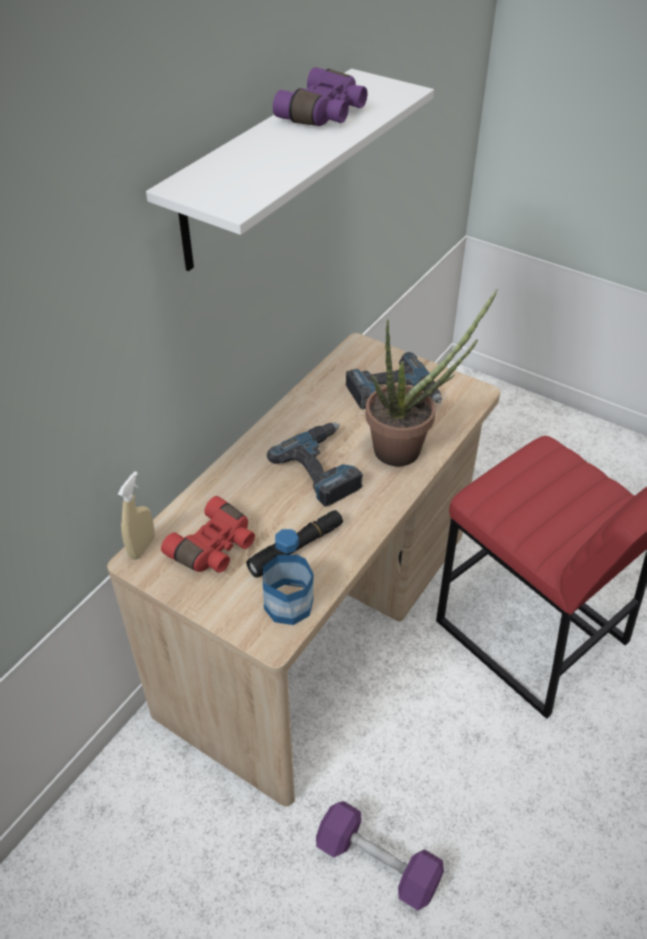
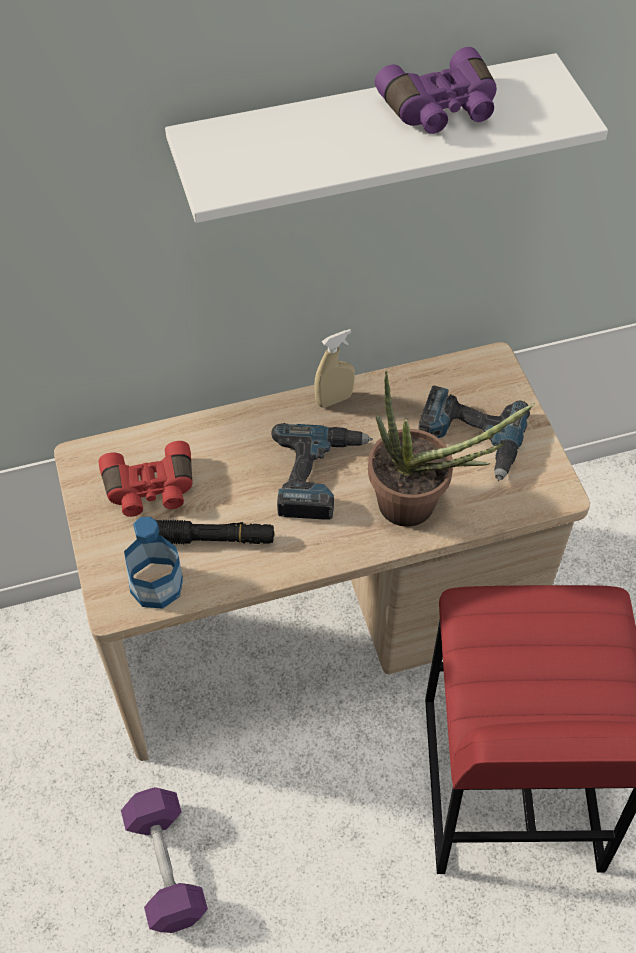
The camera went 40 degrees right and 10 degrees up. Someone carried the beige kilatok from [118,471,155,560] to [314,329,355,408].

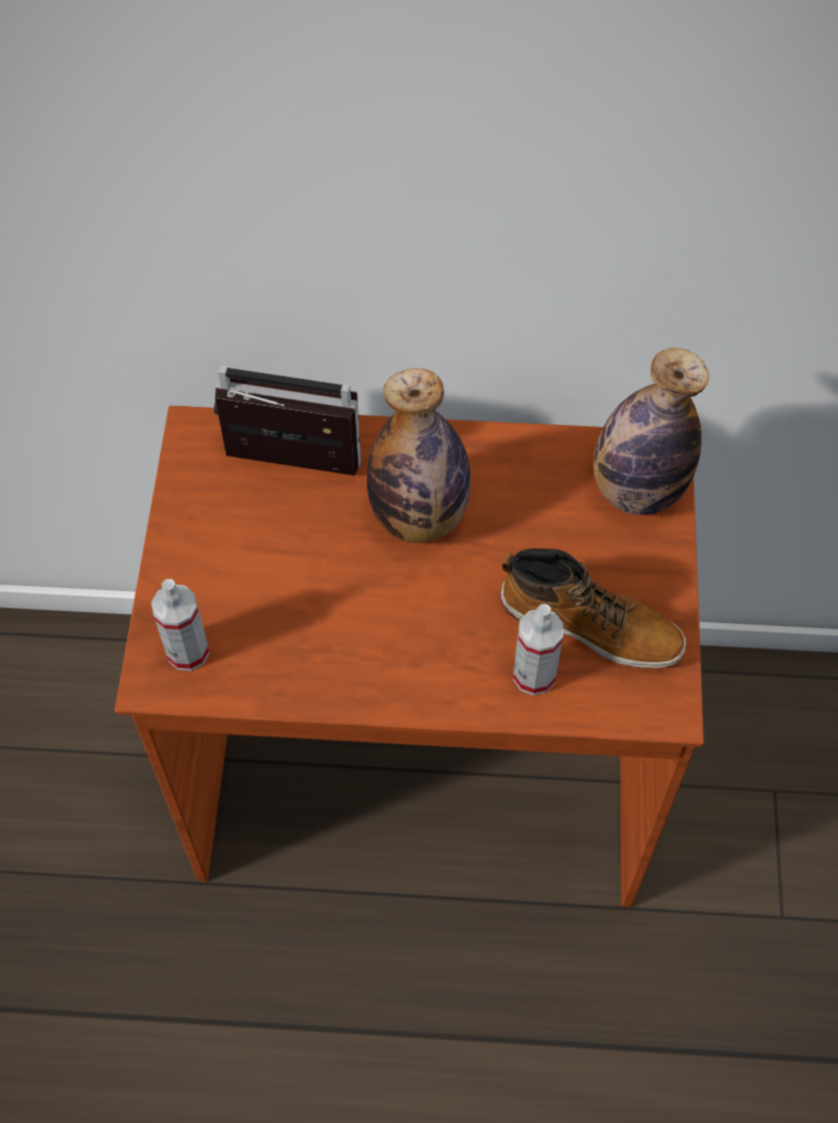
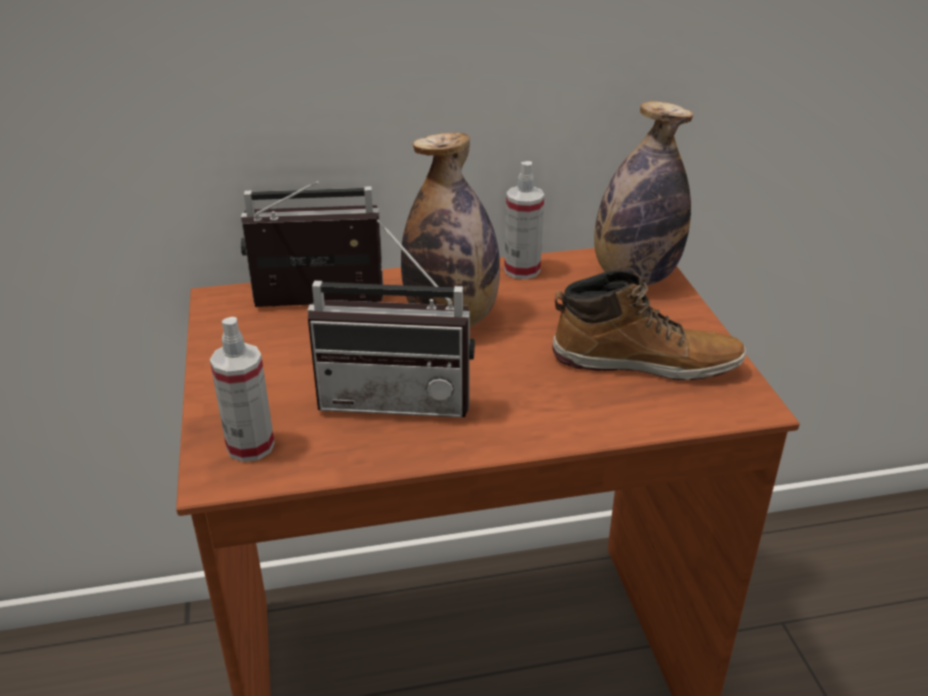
The camera went 15 degrees left and 25 degrees down. Someone carried the kilatok from [513,604,564,696] to [504,161,544,279]. Someone put down the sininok at [307,219,475,417].

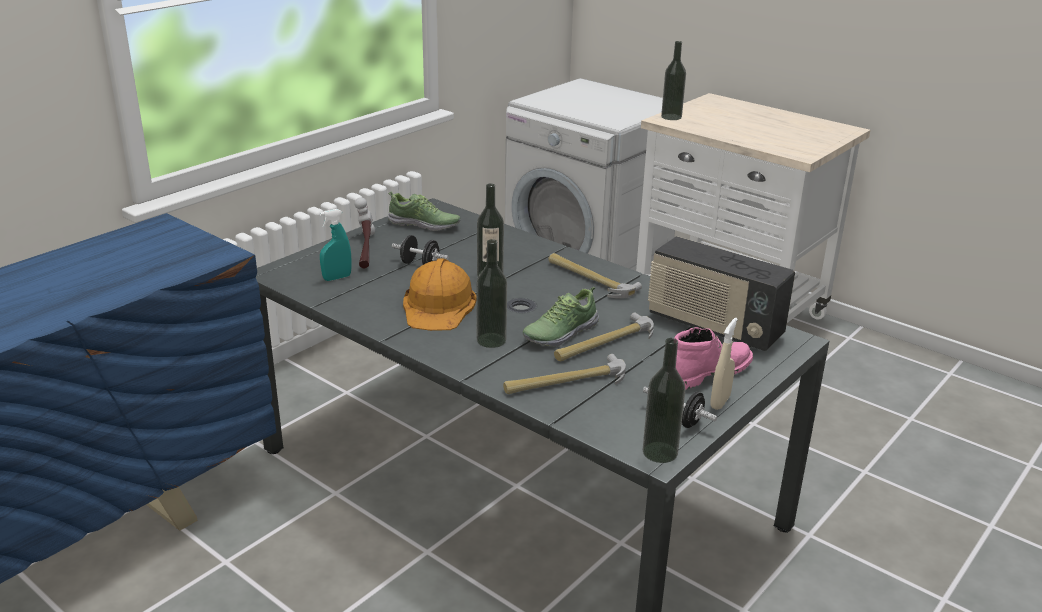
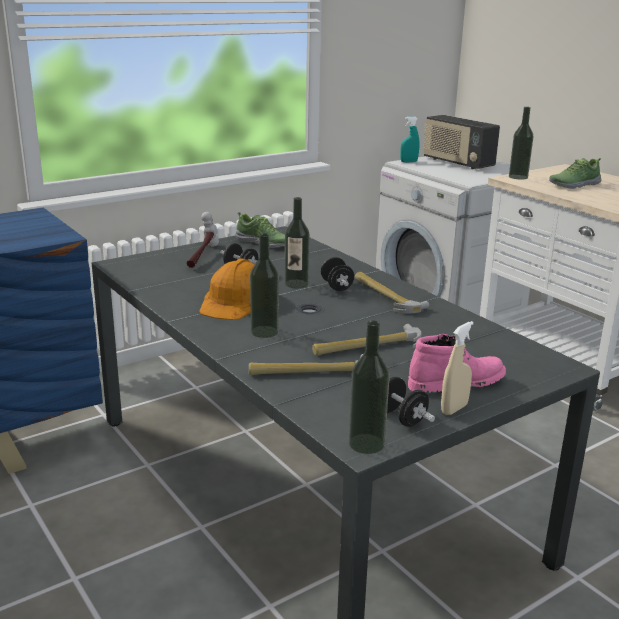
The camera went 15 degrees right and 5 degrees down. Someone carried the turquoise kilatok from [320,209,352,281] to [400,116,420,162]. Someone carried the sininok from [648,236,795,351] to [423,115,500,169]. Someone carried the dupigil from [523,287,599,347] to [549,158,602,189]. Someone put down the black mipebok at [321,257,354,291].

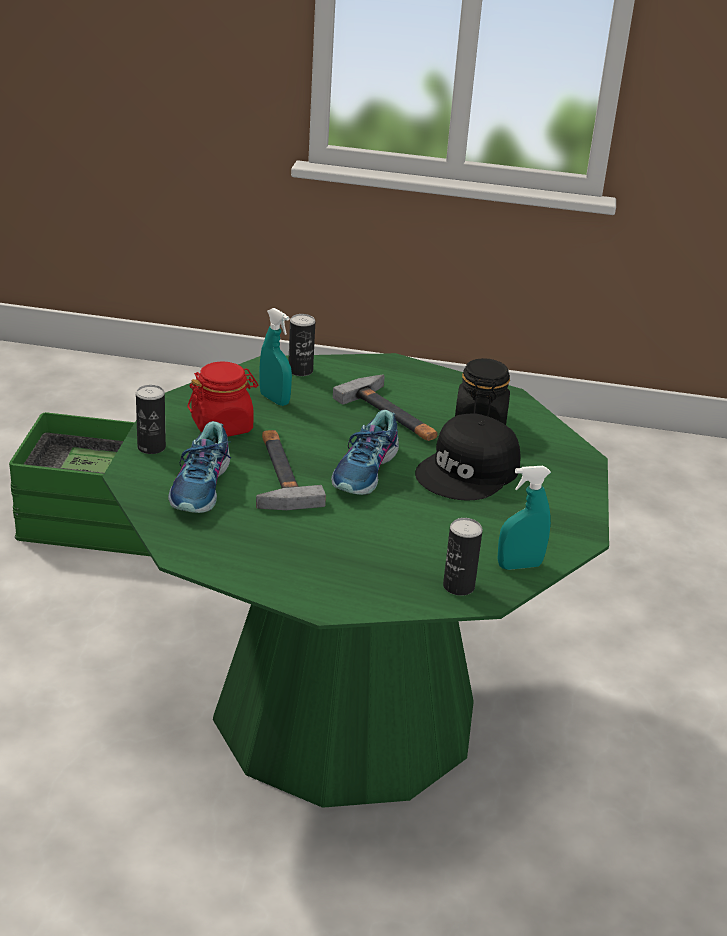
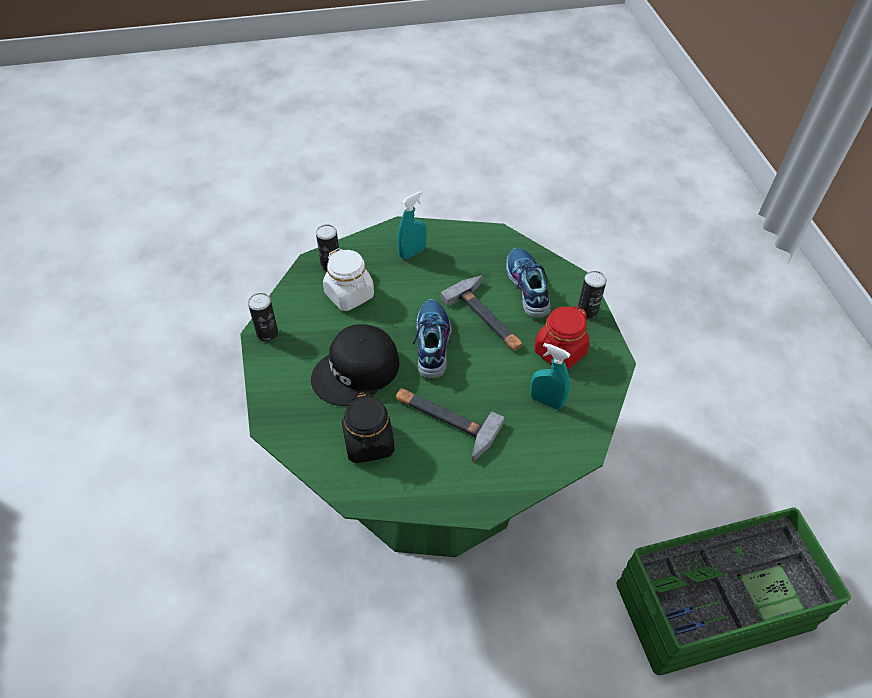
The camera went 160 degrees right and 20 degrees up. Someone carried the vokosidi from [289,314,315,376] to [248,293,278,341]. Someone rotated the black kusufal at [415,414,520,500] by 150 degrees counterclockwise. Someone carried the turquoise kilatok from [497,466,551,570] to [397,191,427,259]. Someone put down the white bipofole at [323,248,374,311].

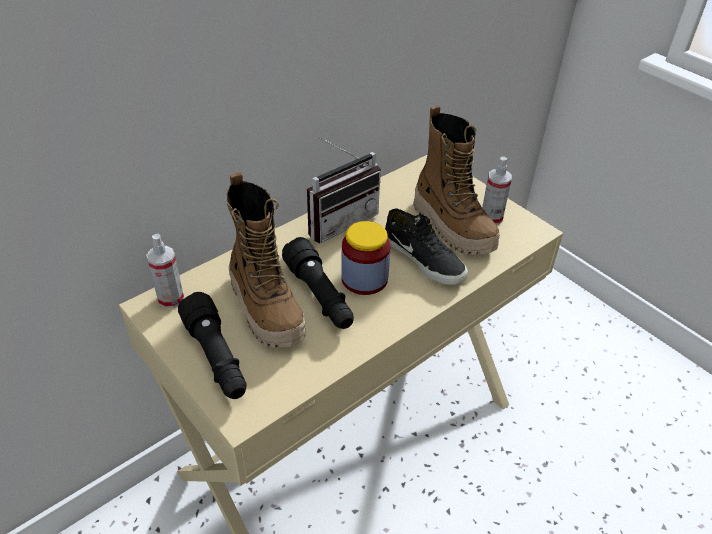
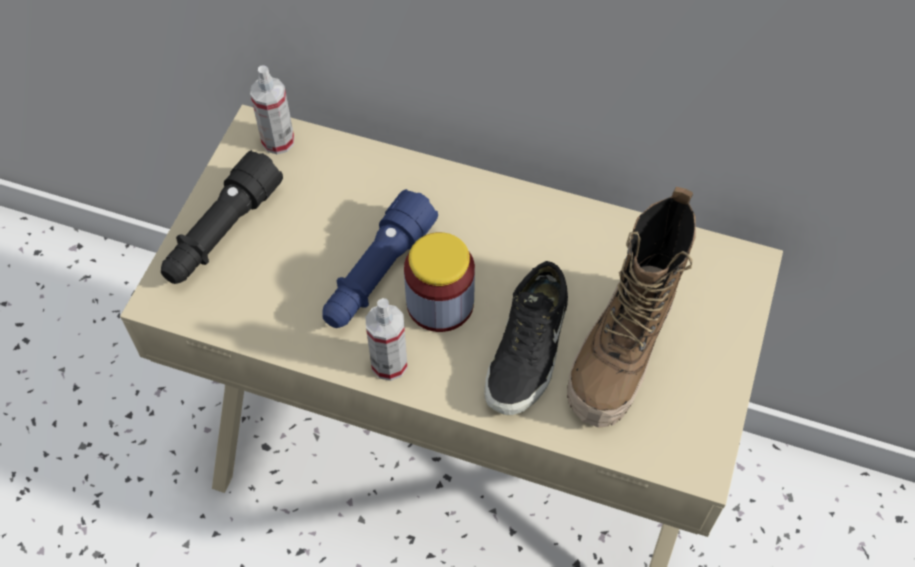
The camera went 60 degrees right and 15 degrees up. Someone took away the sininok at [307,137,381,243]. Someone carried the kilatok from [482,156,512,225] to [366,298,408,381]. Someone took away the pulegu at [226,172,305,348]. Someone repainted the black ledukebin at [282,237,354,329], which became the blue ledukebin at [322,189,438,328].

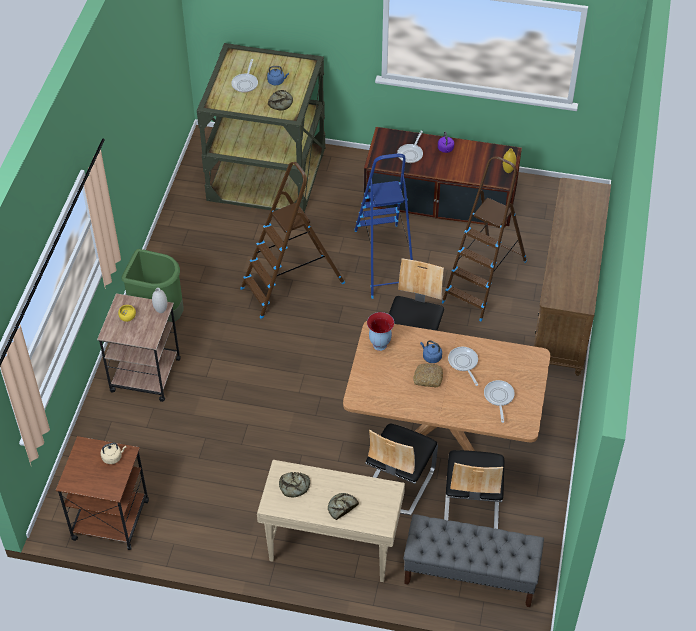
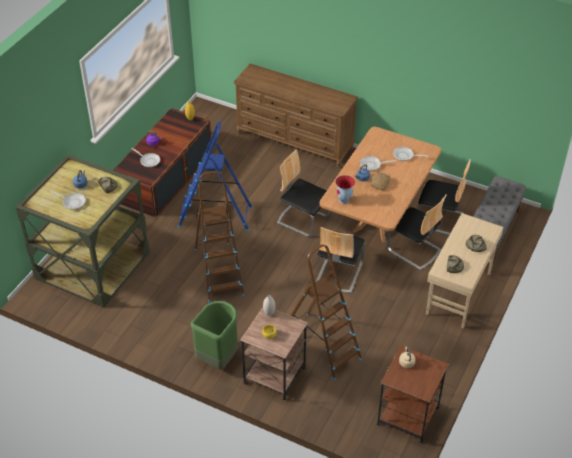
The camera went 75 degrees left and 5 degrees down. Someone carried the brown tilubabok from [442,156,527,322] to [290,244,362,381]. Someone put down the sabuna at [316,227,365,293].

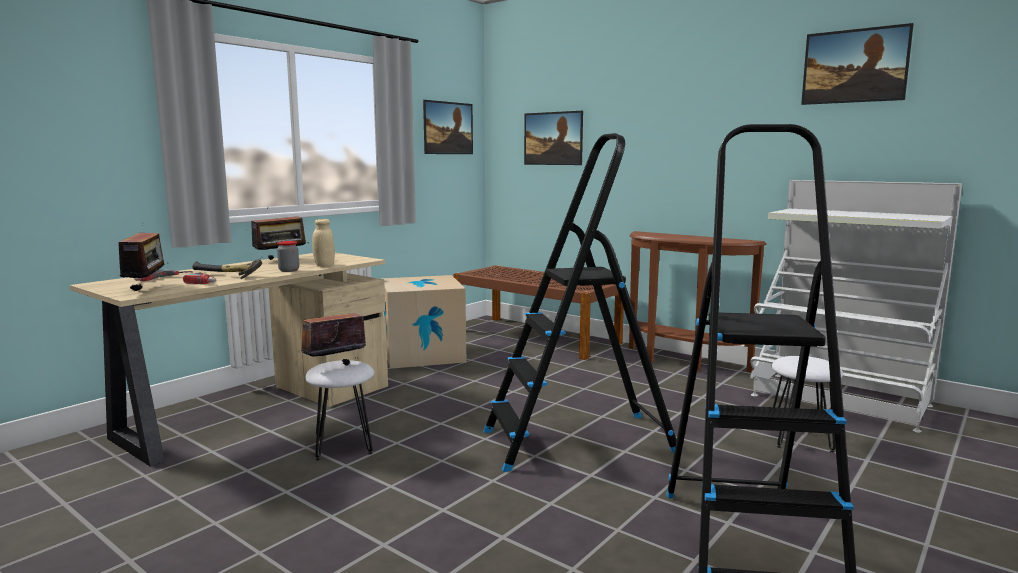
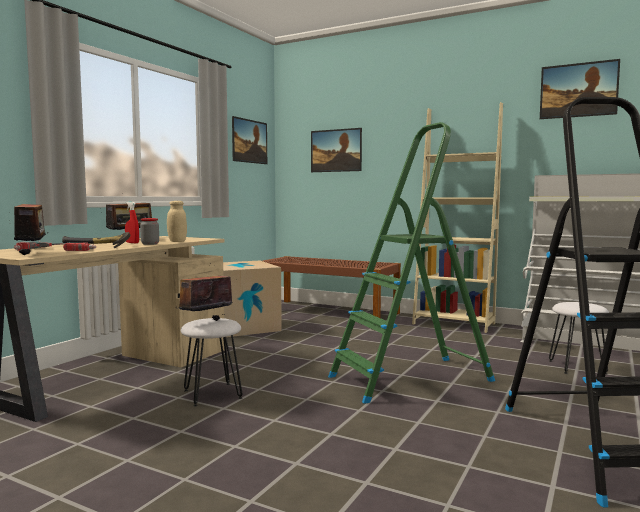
The camera went 10 degrees left and 5 degrees down. Someone repainted the black tilubabok at [483,133,676,472], which became the green tilubabok at [328,122,495,403]. Someone swapped the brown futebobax at [629,231,767,373] for the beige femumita at [412,102,503,333]. Someone put down the red kilatok at [125,202,139,243].

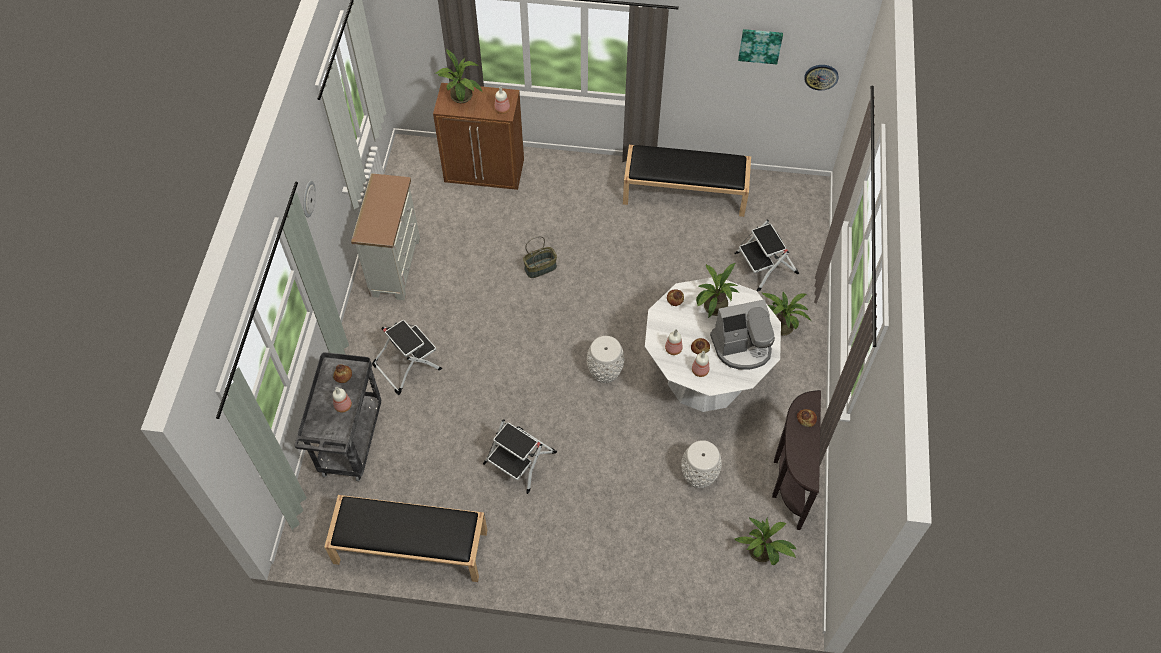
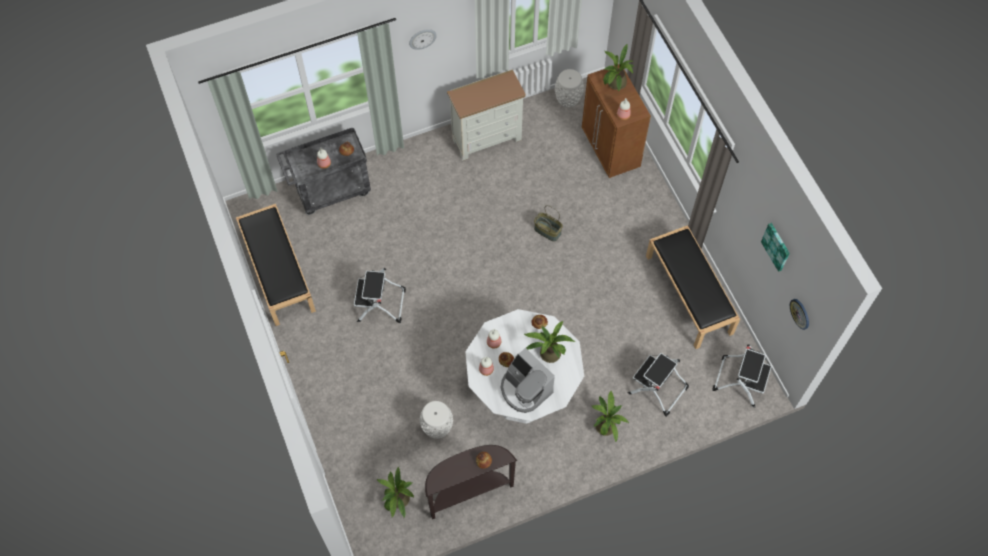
The camera went 60 degrees right and 5 degrees up. Someone carried the tilubabok from [372,320,443,395] to [712,345,772,408]. Someone carried the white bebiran from [587,336,624,383] to [555,69,584,108].

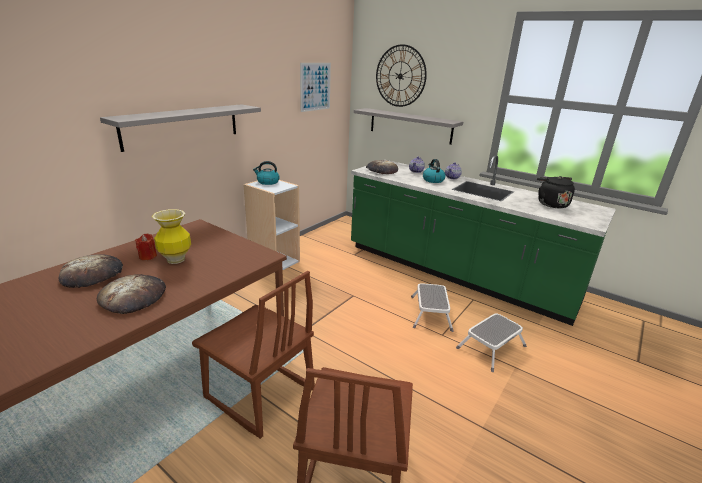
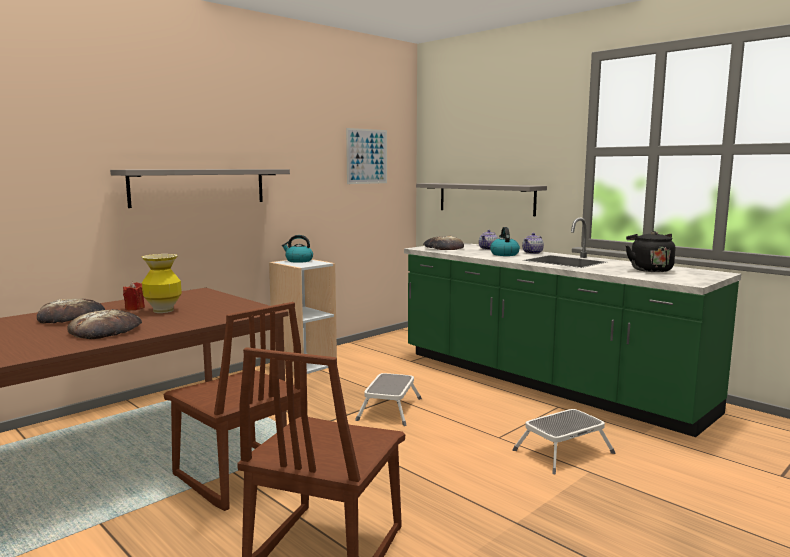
The camera went 10 degrees right and 15 degrees down. Someone took away the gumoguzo at [376,44,427,107]. Someone carried the grey tilubabok from [411,283,453,332] to [355,373,422,426].

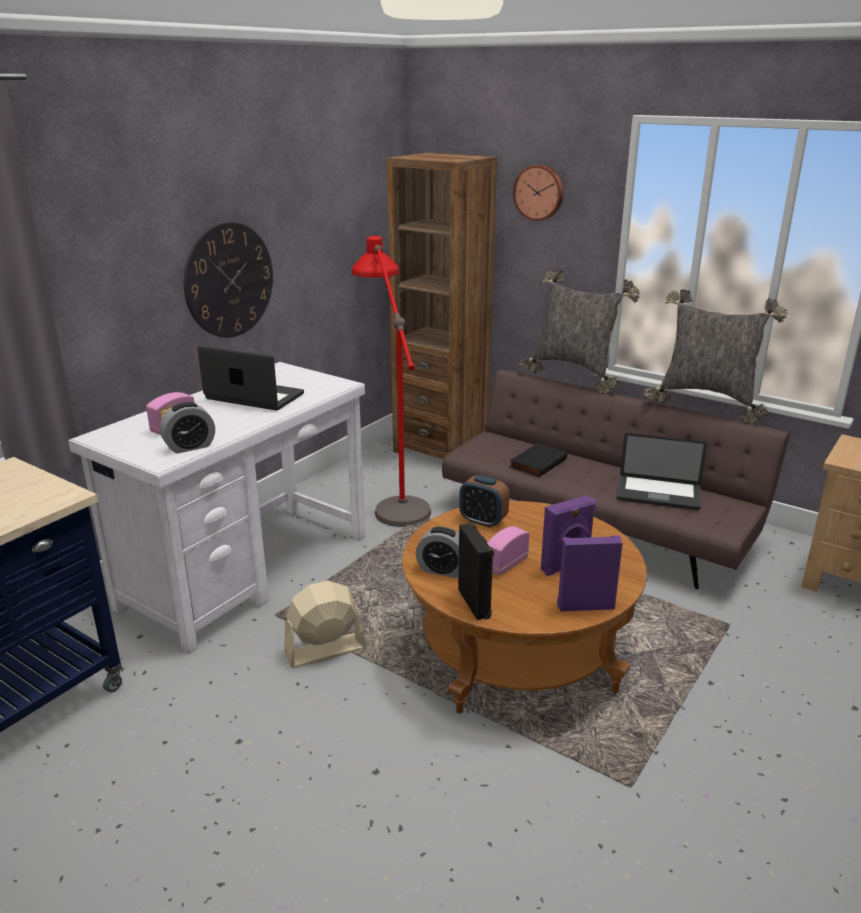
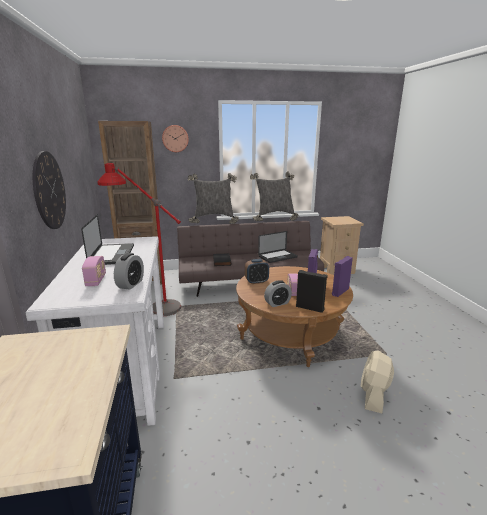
The camera went 45 degrees left and 5 degrees down. Someone rotated the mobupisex at [197,345,304,410] by 105 degrees clockwise. Someone carried the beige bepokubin from [284,580,366,668] to [361,351,394,413].

